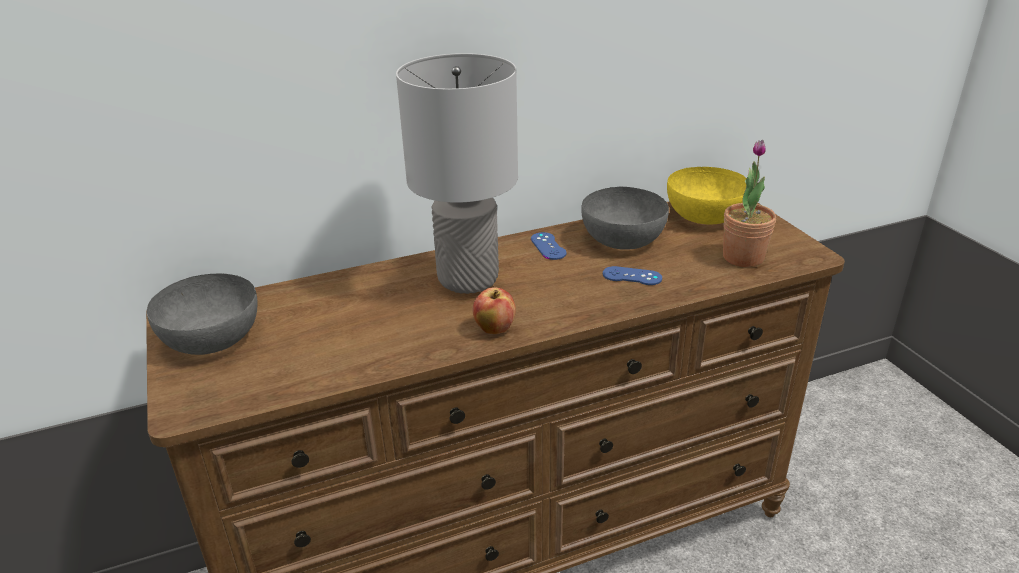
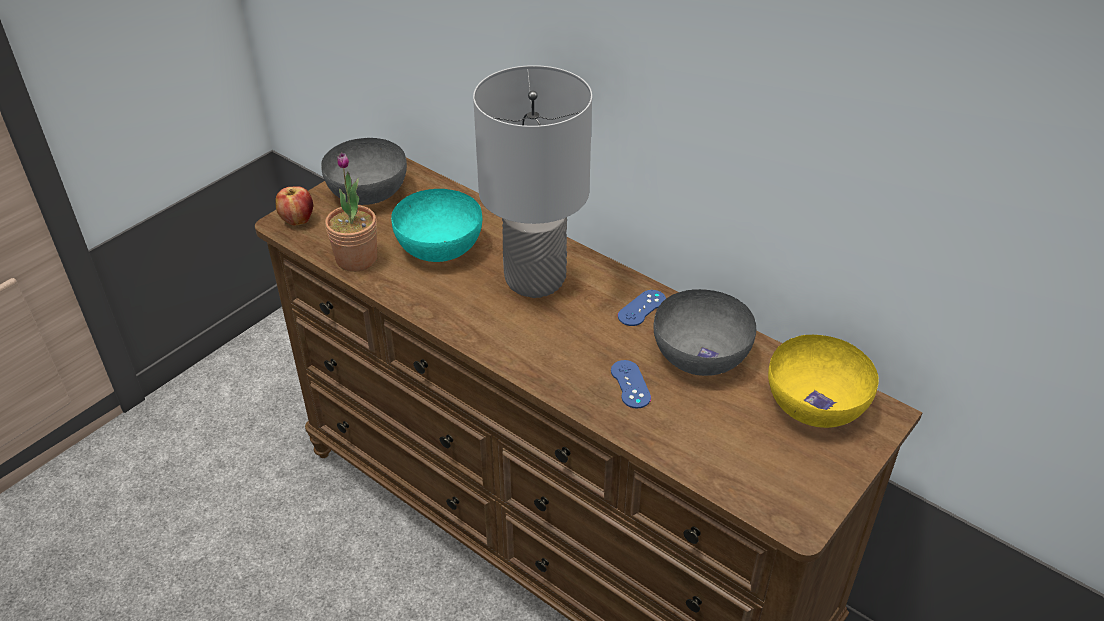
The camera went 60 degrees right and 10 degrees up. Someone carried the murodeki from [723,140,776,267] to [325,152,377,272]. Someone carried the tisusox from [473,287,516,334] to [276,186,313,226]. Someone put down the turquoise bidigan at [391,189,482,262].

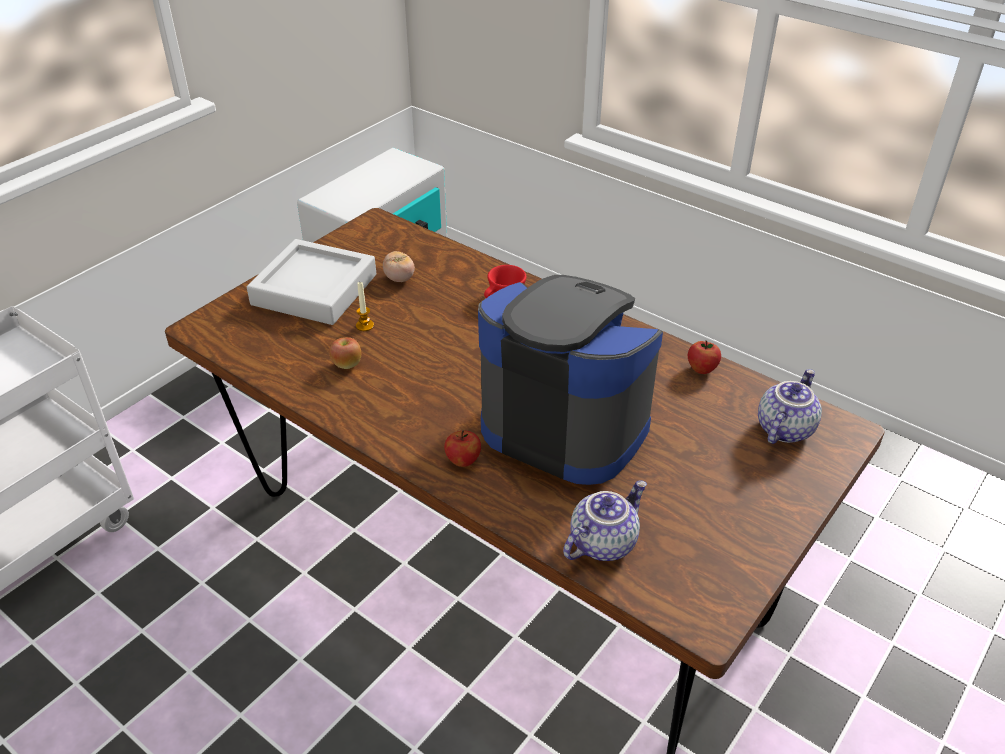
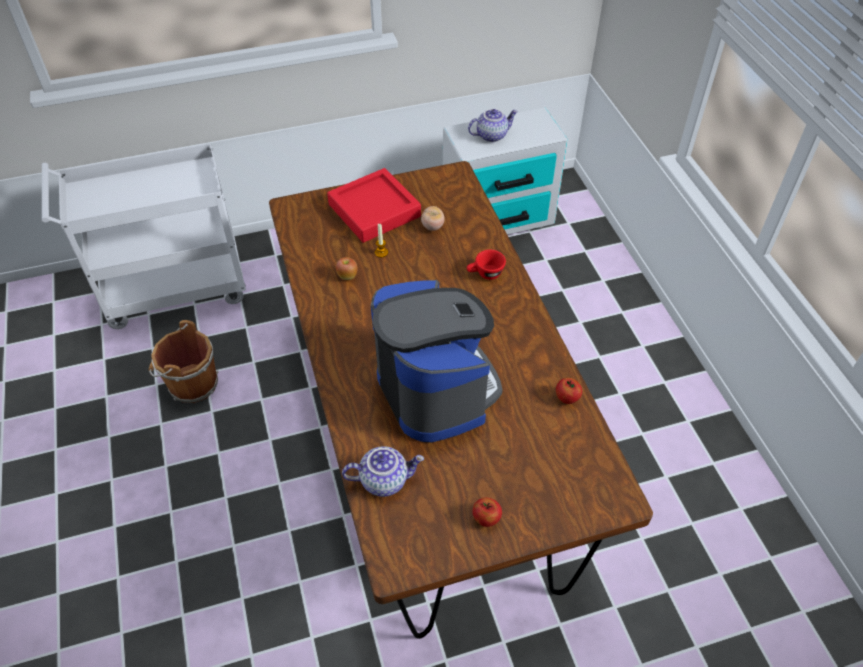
The camera went 35 degrees right and 10 degrees up. Someone repainted the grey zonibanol at [247,239,376,325], which became the red zonibanol at [327,168,421,243]. Someone carried the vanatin from [758,369,822,444] to [468,109,518,142]. Someone carried the tisusox from [444,431,481,467] to [472,498,502,527]. Someone put down the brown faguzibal at [148,320,218,403].

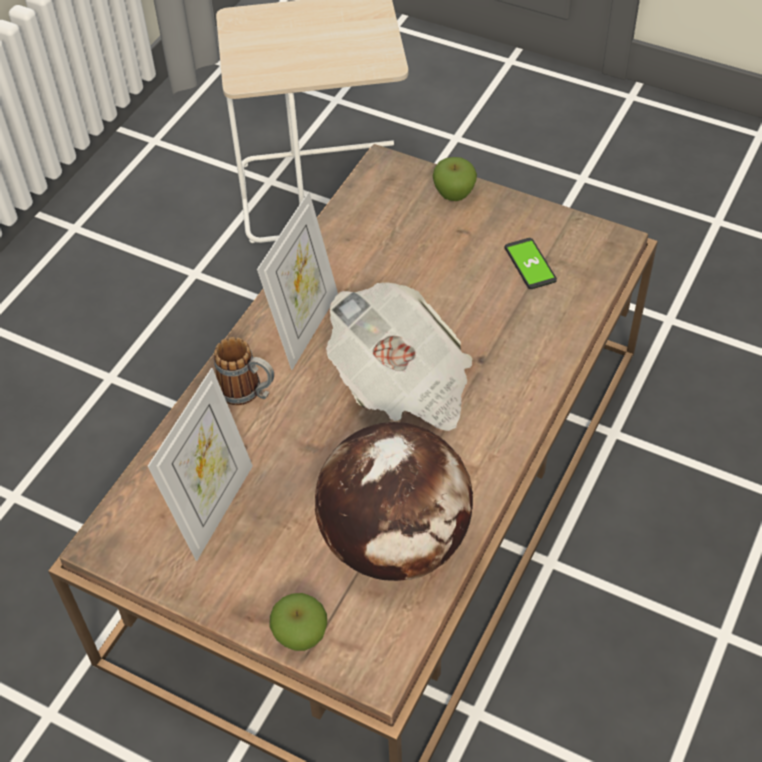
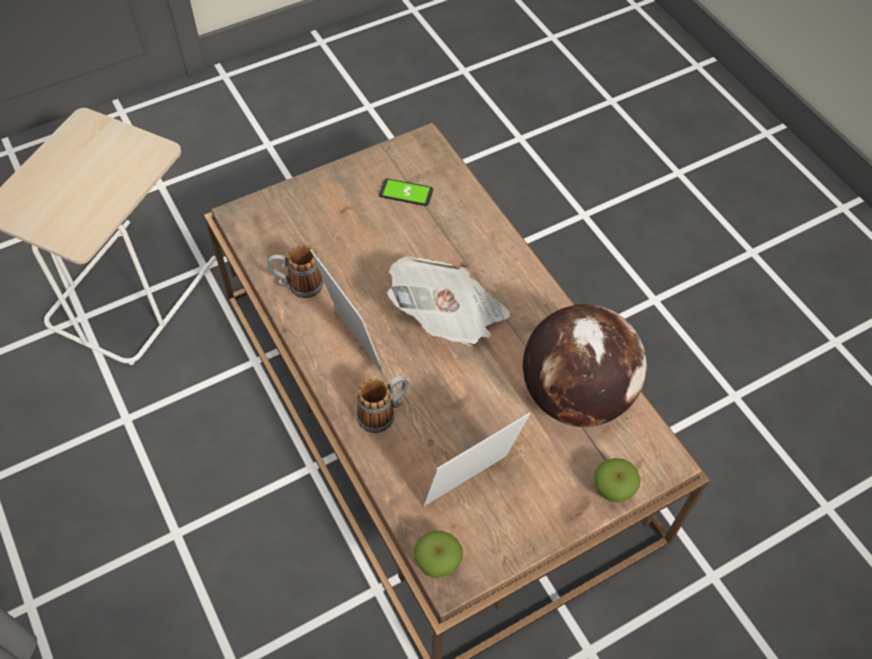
The camera went 60 degrees left and 5 degrees up. Someone carried the tisusox from [433,157,477,201] to [414,531,463,578]. Someone rotated the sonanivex at [148,368,253,561] by 90 degrees counterclockwise. Someone put down the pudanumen at [267,245,323,298].

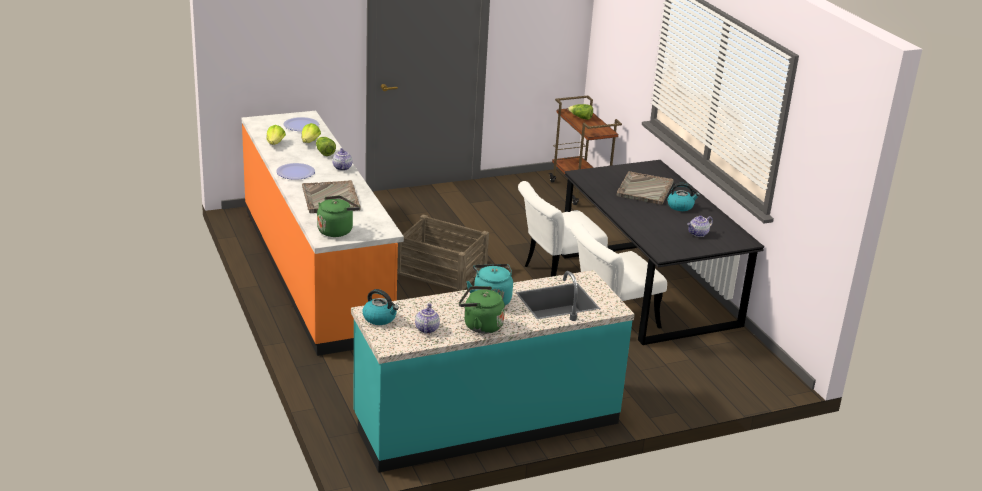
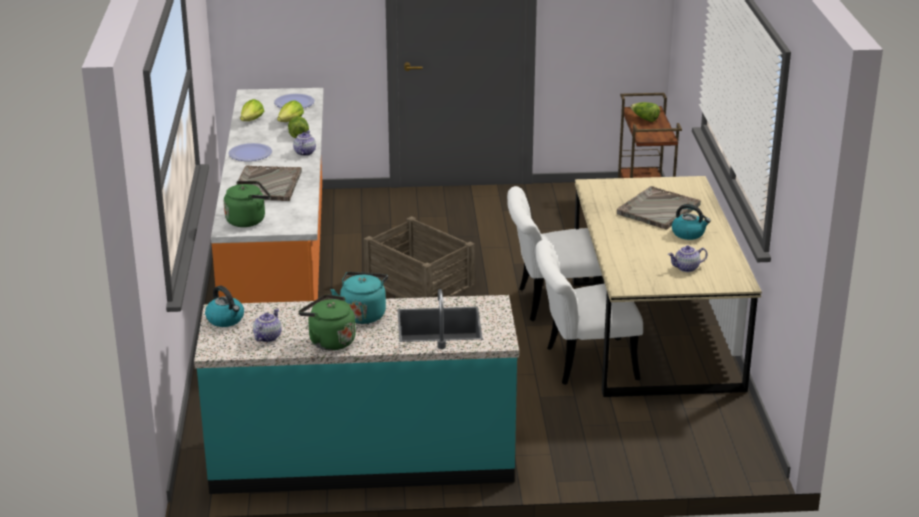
The camera went 20 degrees right and 0 degrees up. Someone repainted the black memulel at [561,160,764,345], which became the beige memulel at [572,176,762,397].

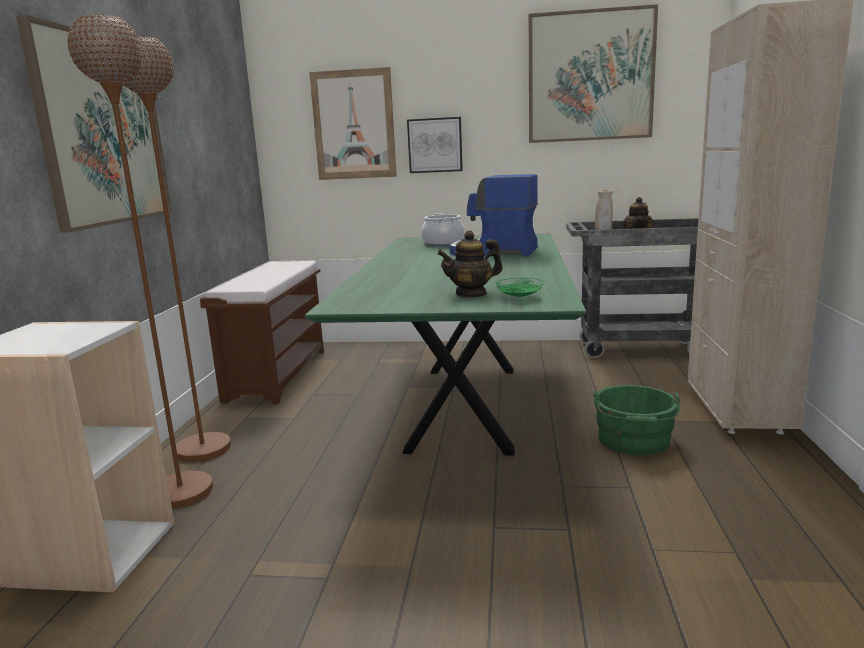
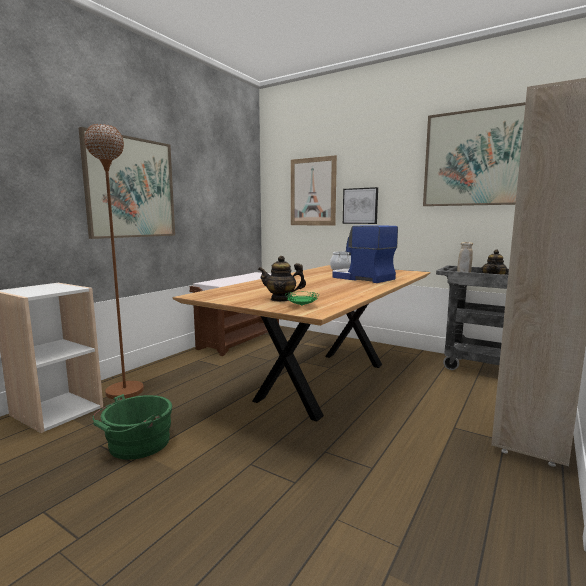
The camera went 25 degrees right and 5 degrees down. Someone took away the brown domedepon at [123,36,231,462]. Someone repainted the green memulel at [305,234,586,456], which became the brown memulel at [172,265,431,421]. Someone carried the green faguzibal from [593,385,680,456] to [92,394,173,460].

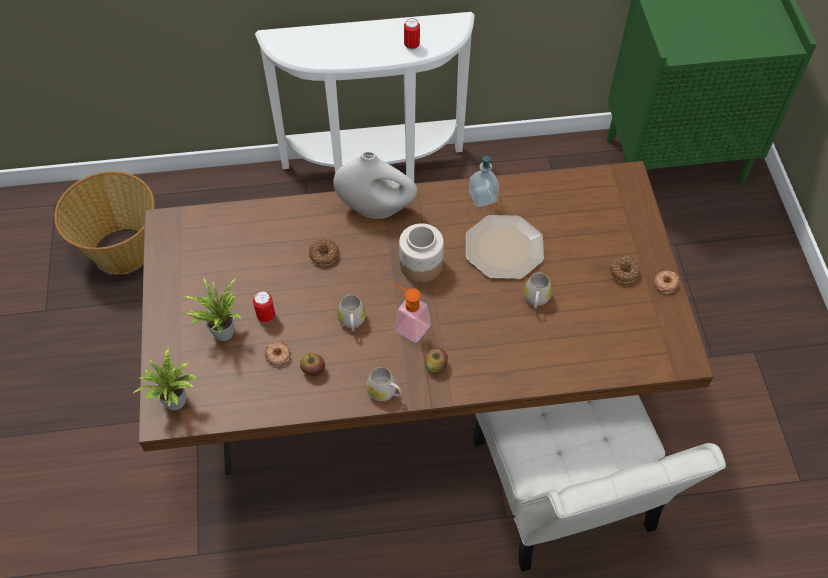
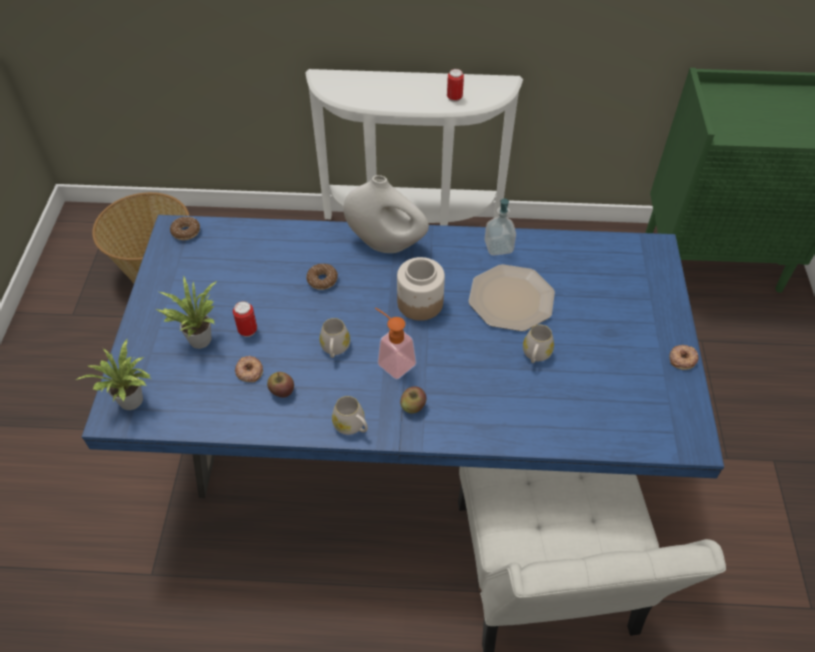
The camera went 10 degrees right and 5 degrees down. Someone repainted the brown memulel at [139,161,714,475], which became the blue memulel at [82,215,725,499]. Someone carried the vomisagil from [610,257,641,283] to [170,217,200,240].

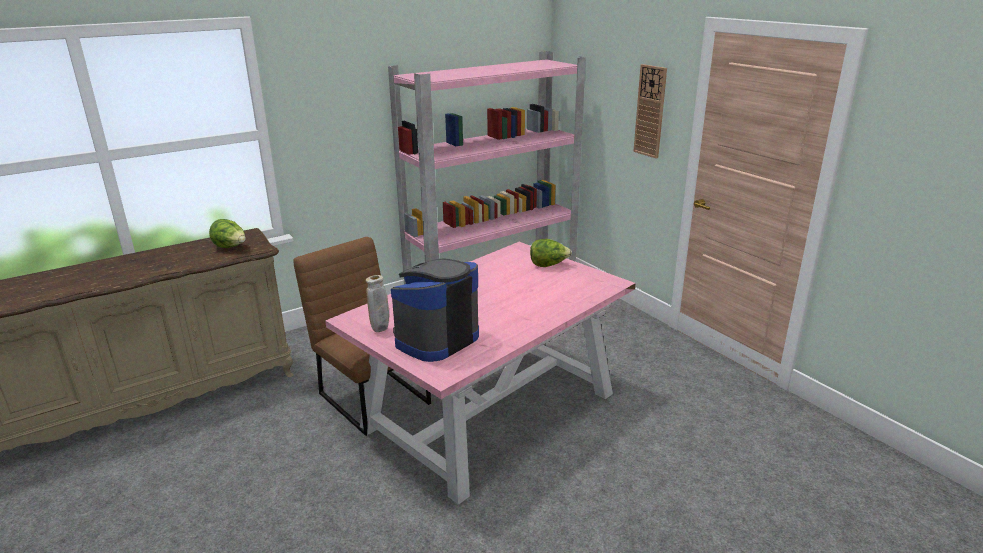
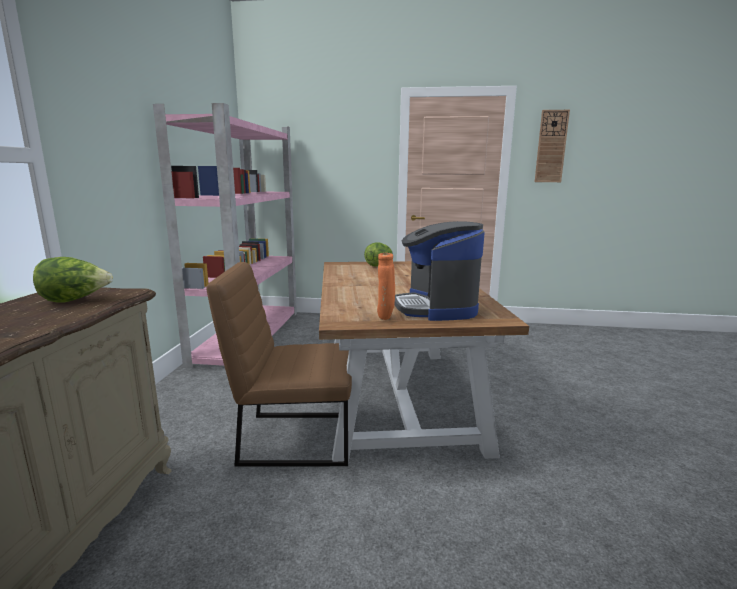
The camera went 50 degrees left and 10 degrees down. Someone carried the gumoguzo from [633,64,667,159] to [535,110,570,182]. Someone repainted the pink memulel at [325,242,636,505], which became the brown memulel at [319,261,529,463]. Someone repainted the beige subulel at [365,275,389,332], which became the orange subulel at [377,253,395,320].

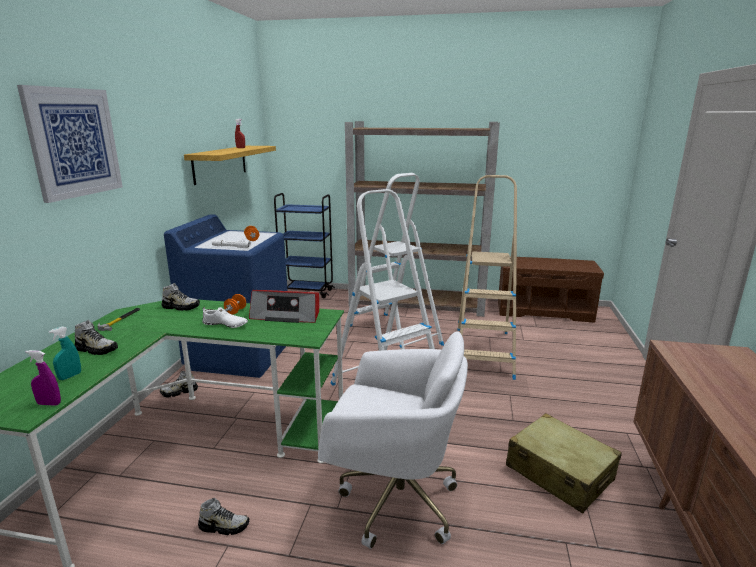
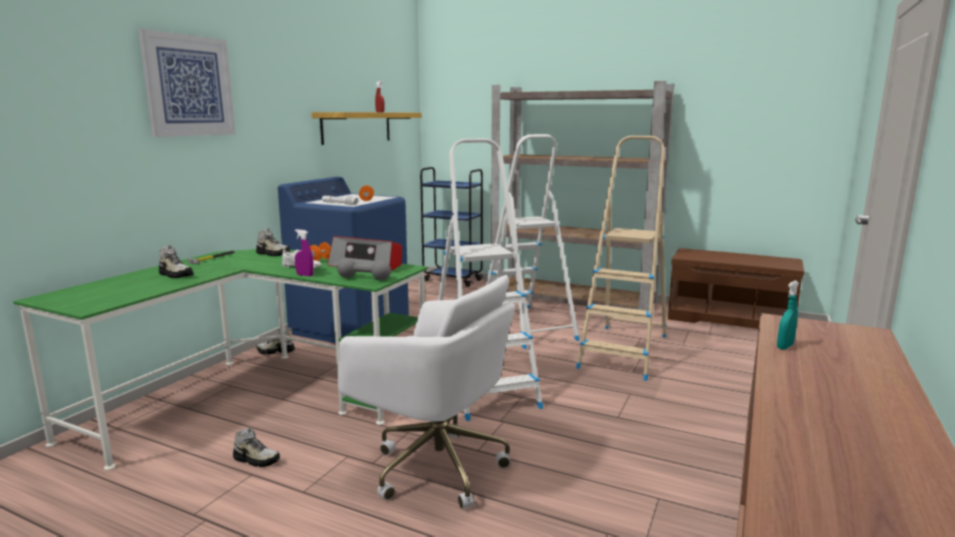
The camera went 15 degrees right and 5 degrees down. Someone carried the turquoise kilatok from [49,326,81,380] to [777,281,799,350]. Someone carried the purple kilatok from [26,350,61,406] to [295,229,314,276]. Someone took away the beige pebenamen at [506,413,622,514]. Someone put down the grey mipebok at [337,259,391,280].

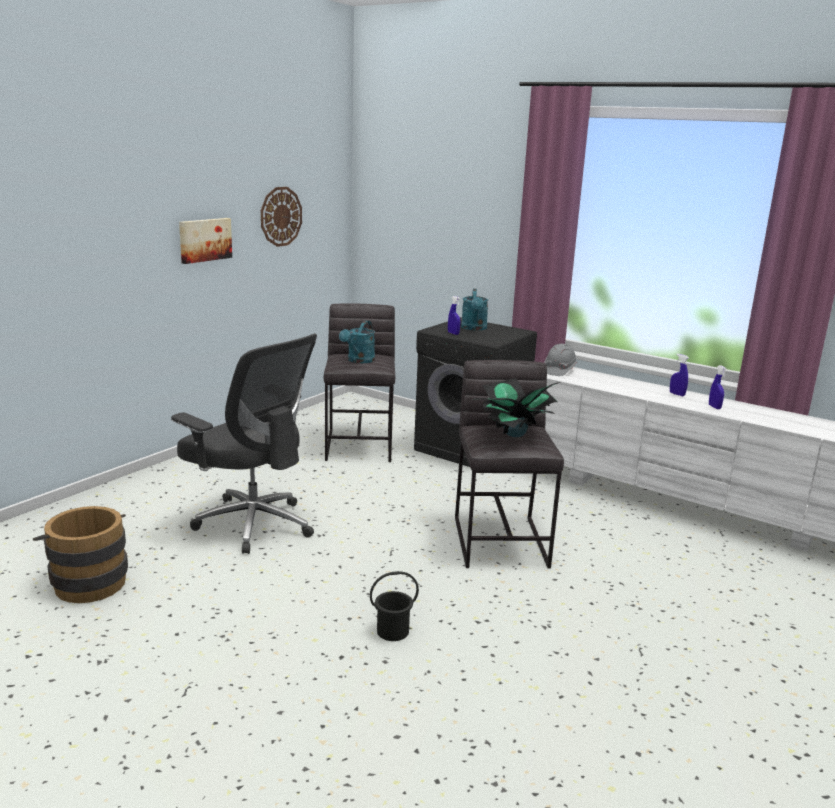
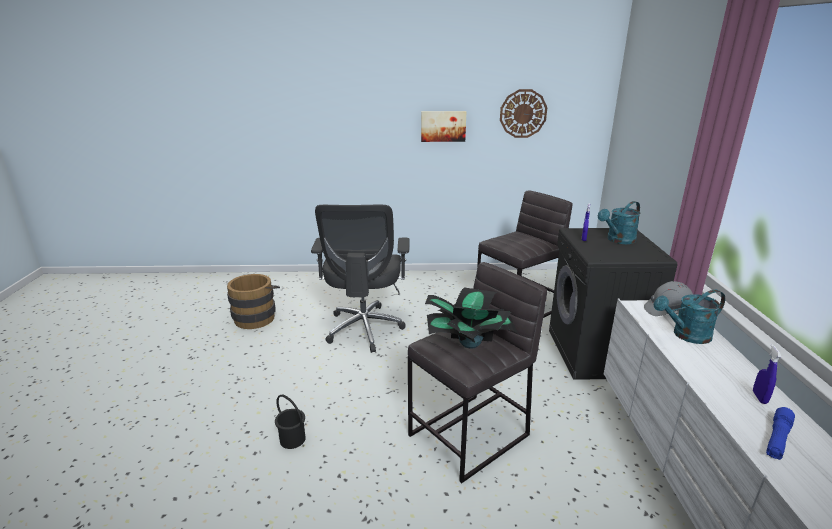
The camera went 55 degrees right and 5 degrees up. Someone carried the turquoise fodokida from [339,320,375,363] to [653,290,725,344]. Someone swapped the blue kilatok at [709,365,727,409] for the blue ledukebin at [766,407,795,460].

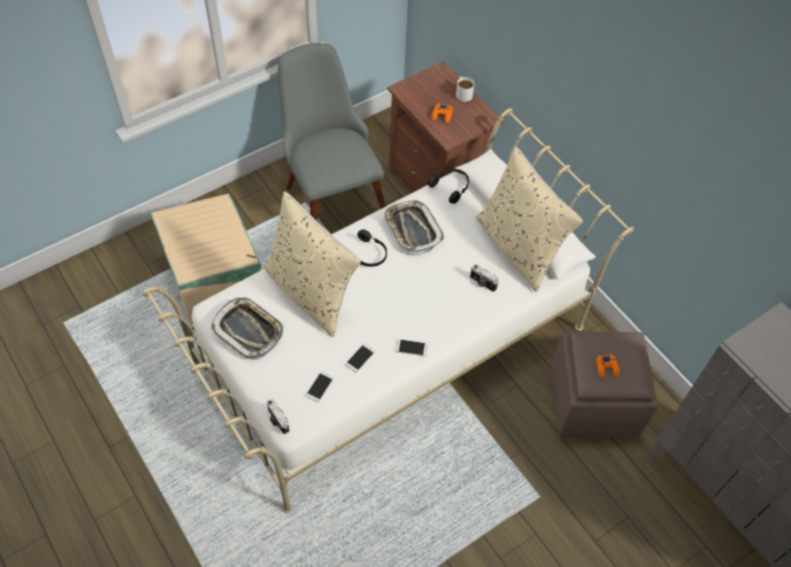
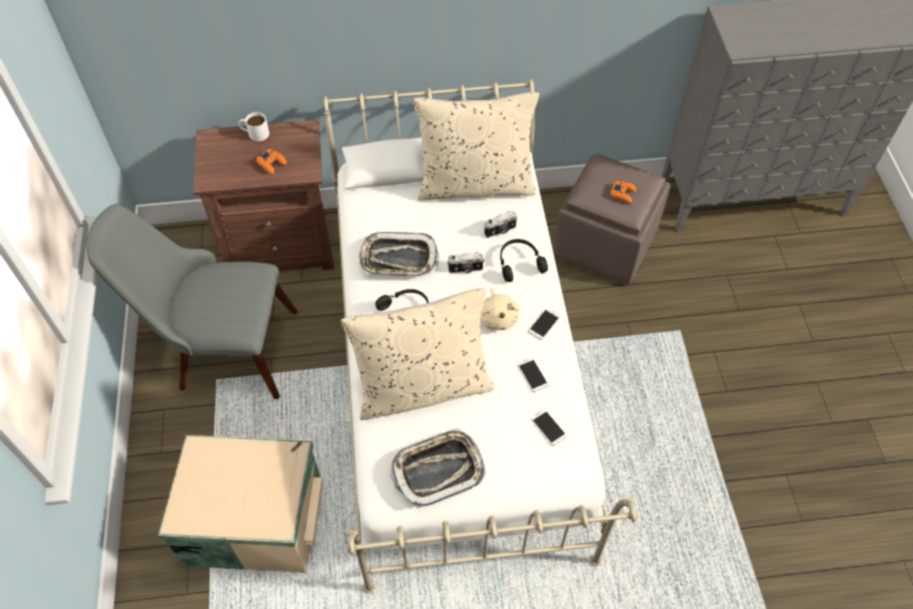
The camera went 60 degrees left and 0 degrees up. Someone carried the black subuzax from [427,169,469,204] to [500,239,548,282]. Someone carried the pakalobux from [267,399,289,434] to [447,252,485,273]. Someone put down the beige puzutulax at [481,288,519,330].

